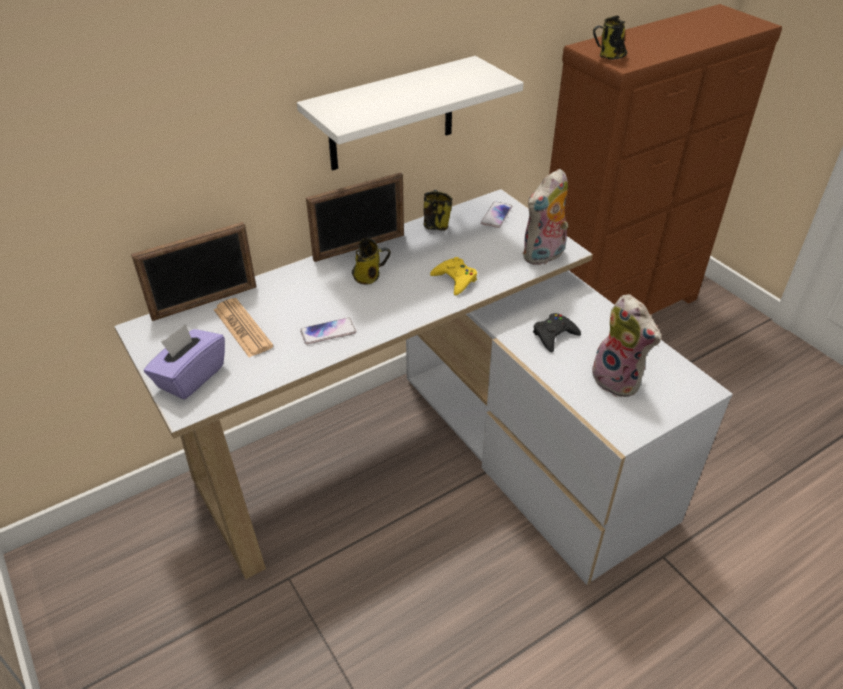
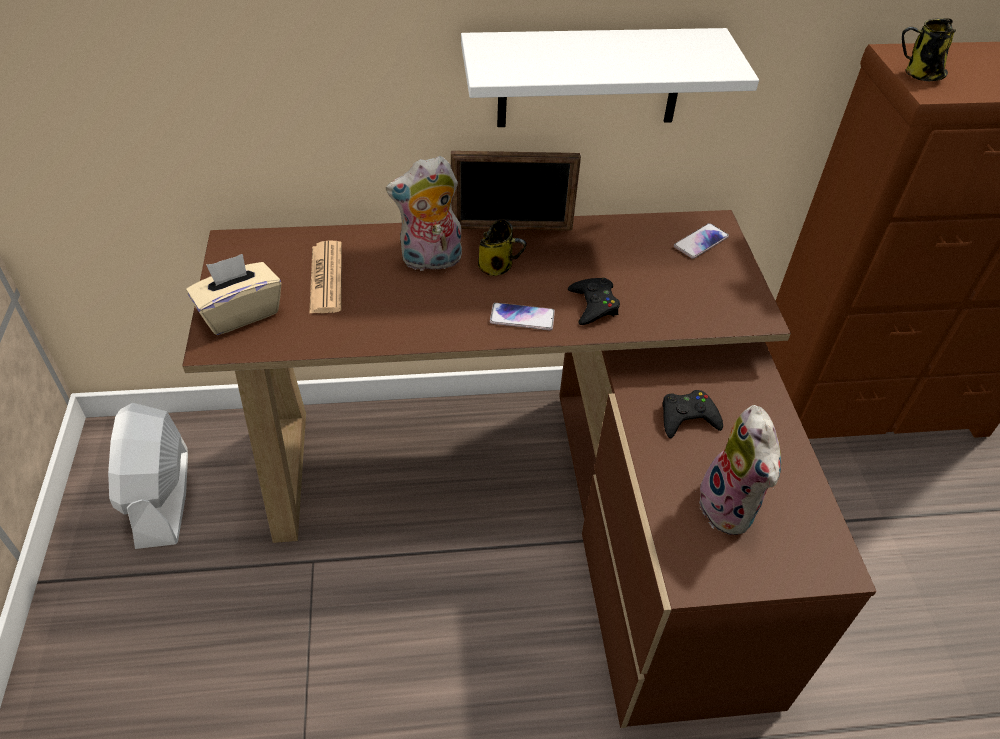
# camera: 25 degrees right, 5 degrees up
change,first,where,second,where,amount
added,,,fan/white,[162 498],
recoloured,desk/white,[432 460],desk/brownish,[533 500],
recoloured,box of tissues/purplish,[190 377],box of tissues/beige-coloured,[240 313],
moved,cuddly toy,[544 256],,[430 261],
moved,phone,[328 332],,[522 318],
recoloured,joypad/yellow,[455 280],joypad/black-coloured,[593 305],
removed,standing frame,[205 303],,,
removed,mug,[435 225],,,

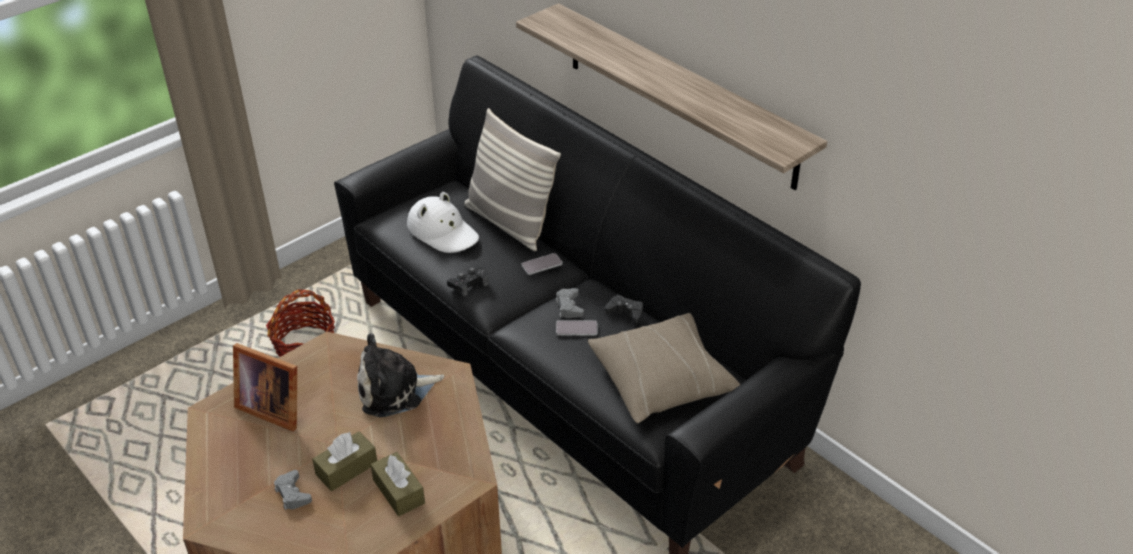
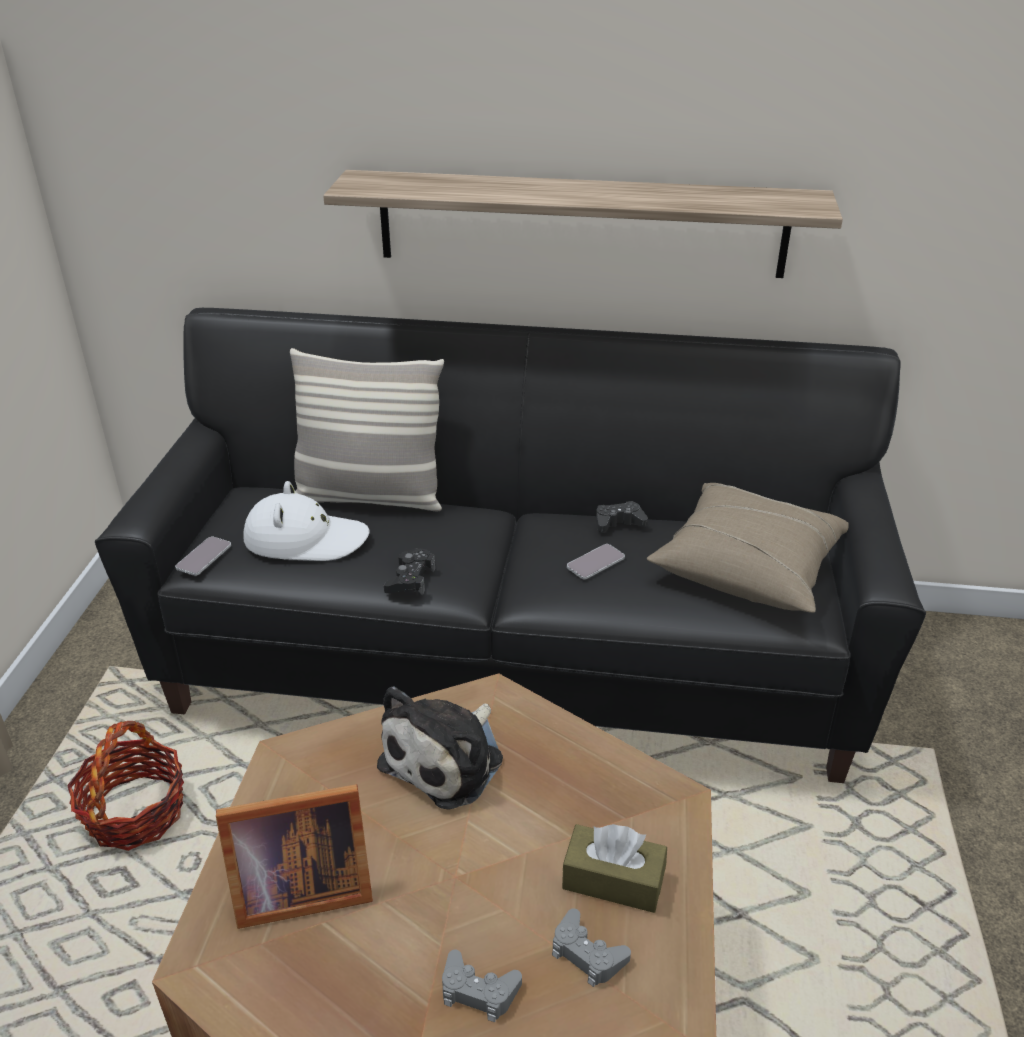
# camera: 40 degrees left, 5 degrees down
change,first,where,second,where,amount
moved,phone,[541 264],,[204 557],
moved,joypad/gray,[569 307],,[587 954],
removed,box of tissues/brownish,[346 469],,,

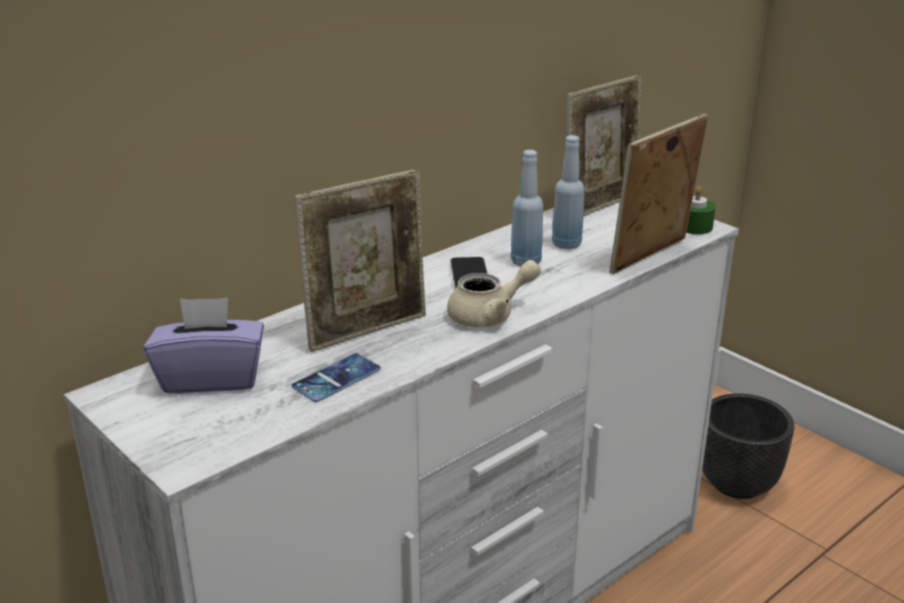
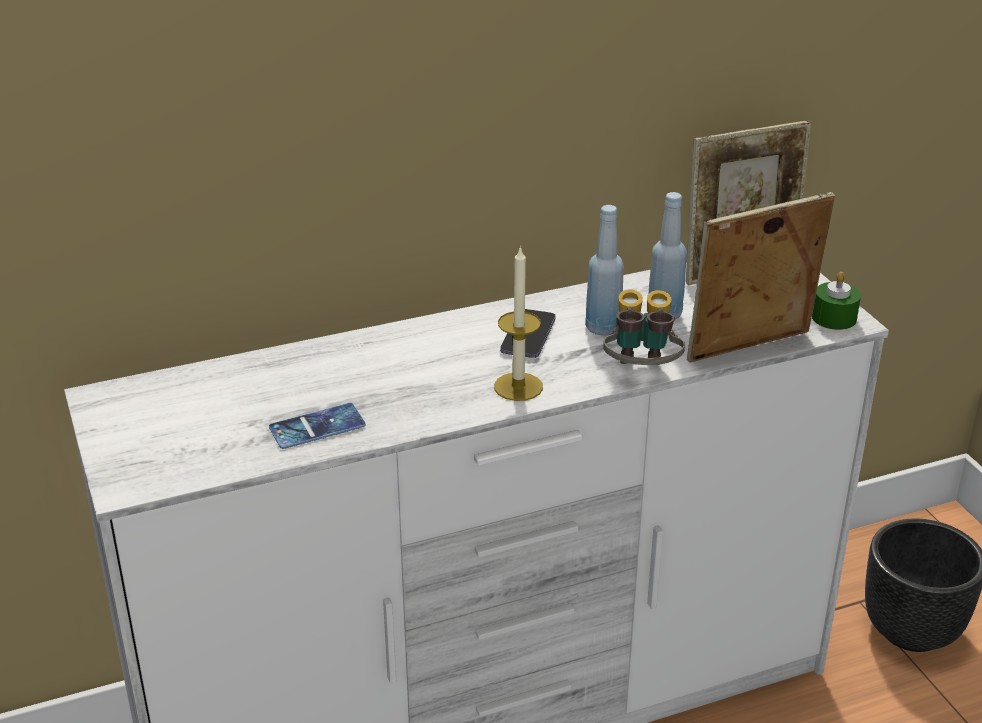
# camera: 20 degrees right, 5 degrees up
change,first,where,second,where,amount
replaced,teapot/beige-coloured,[490 315],candle,[518 386],
added,,,binoculars,[640 374],
removed,box of tissues/purplish,[211 378],,,
removed,standing frame,[367 330],,,

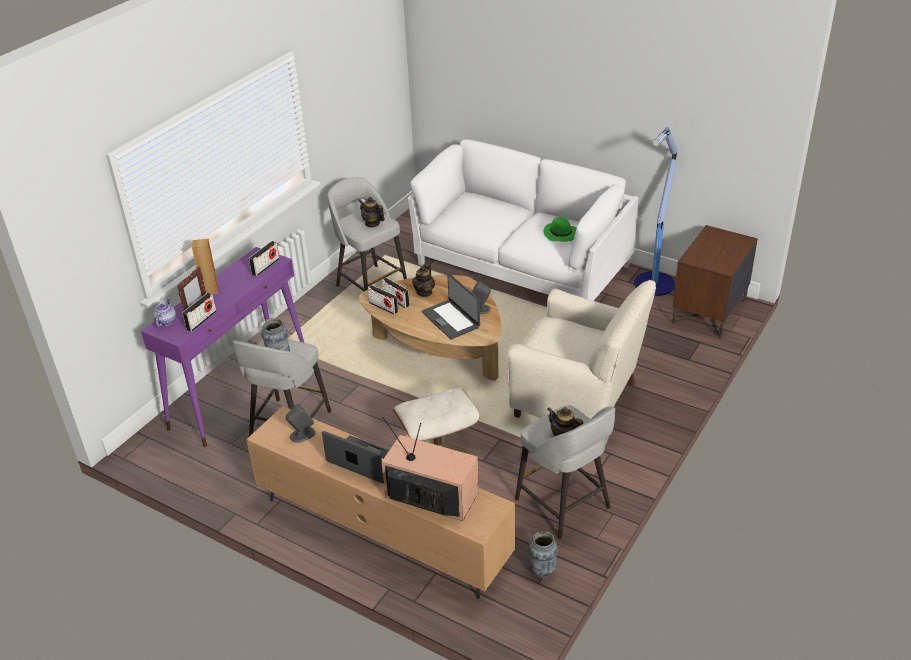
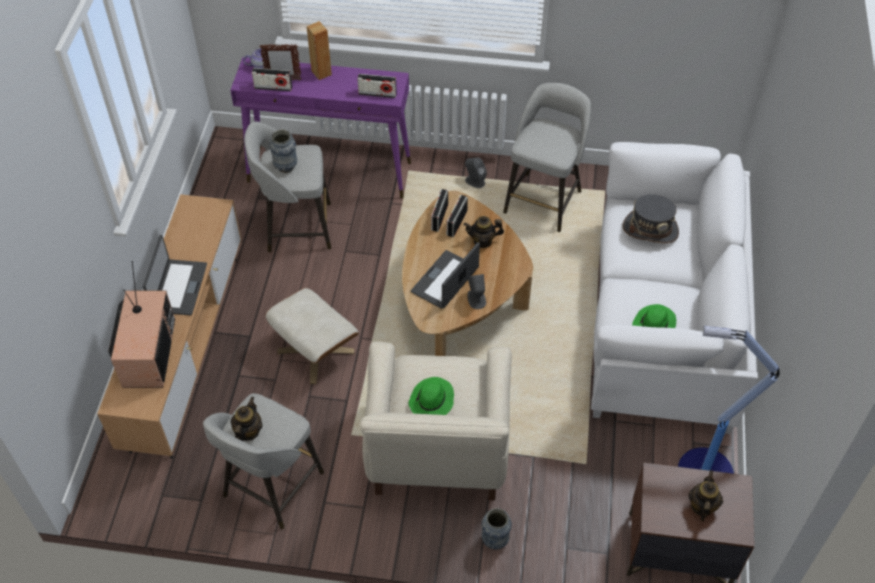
# camera: 65 degrees right, 15 degrees up
change,first,where,second,where,amount
added,,,wearable hat/green-coloured,[431 401],
moved,speaker/gray,[302 435],,[474 182],
moved,vase,[542 570],,[495 540],
added,,,wearable hat/gray,[650 229],
moved,teapot,[372 223],,[702 506],

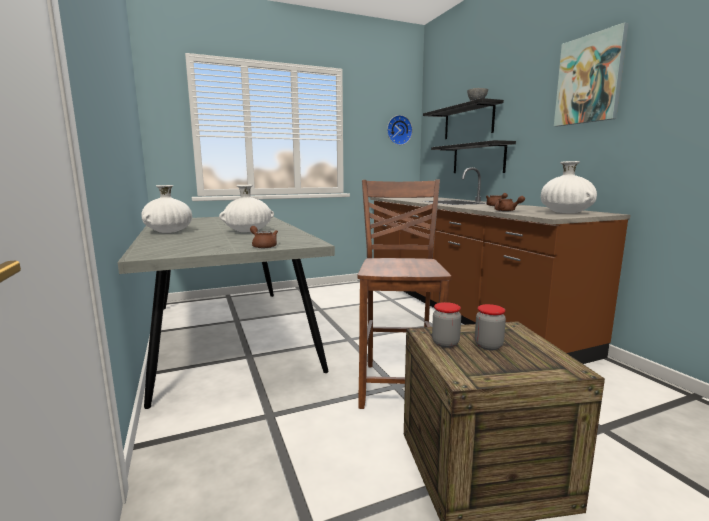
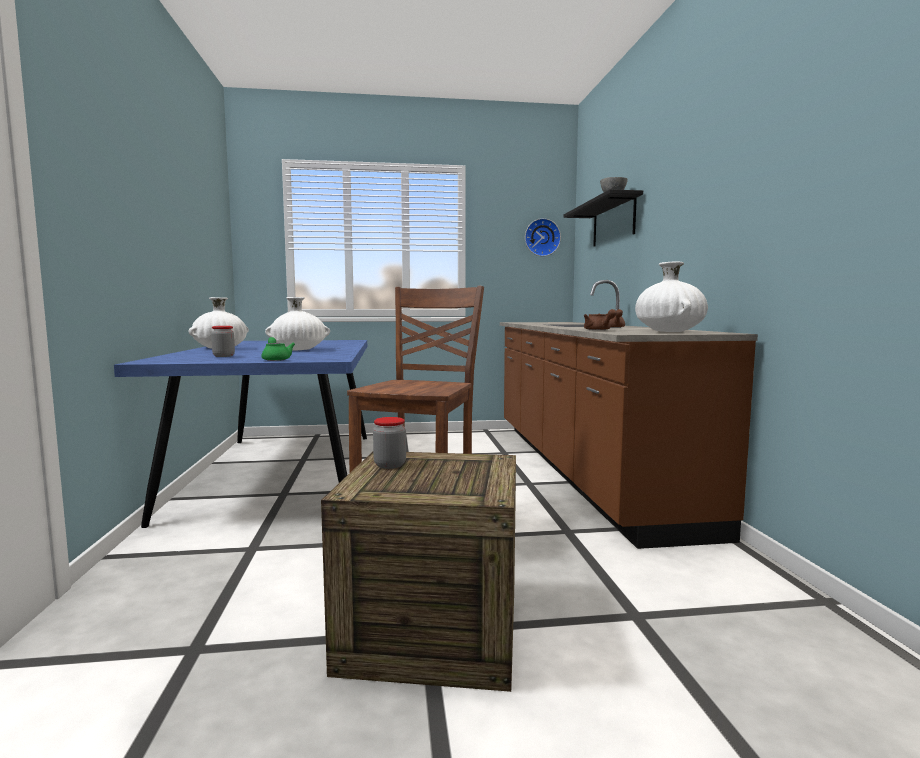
# camera: 15 degrees right, 5 degrees down
change,first,where,second,where,amount
recoloured,dinner table/gray,[230 334],dinner table/bluish,[283 472],
moved,preserve jar,[488 346],,[223 356],
recoloured,teapot/brownish,[263 246],teapot/green-coloured,[276 359],
removed,bracket shelf/black-coloured,[478 159],,,
removed,picture,[589 79],,,

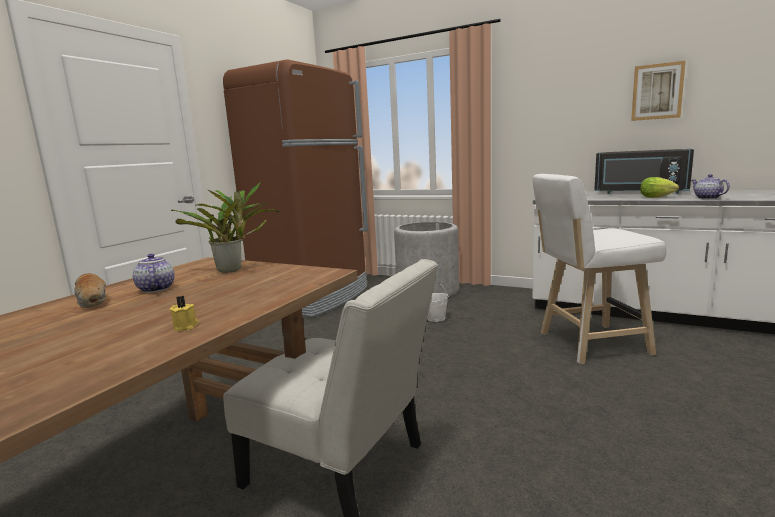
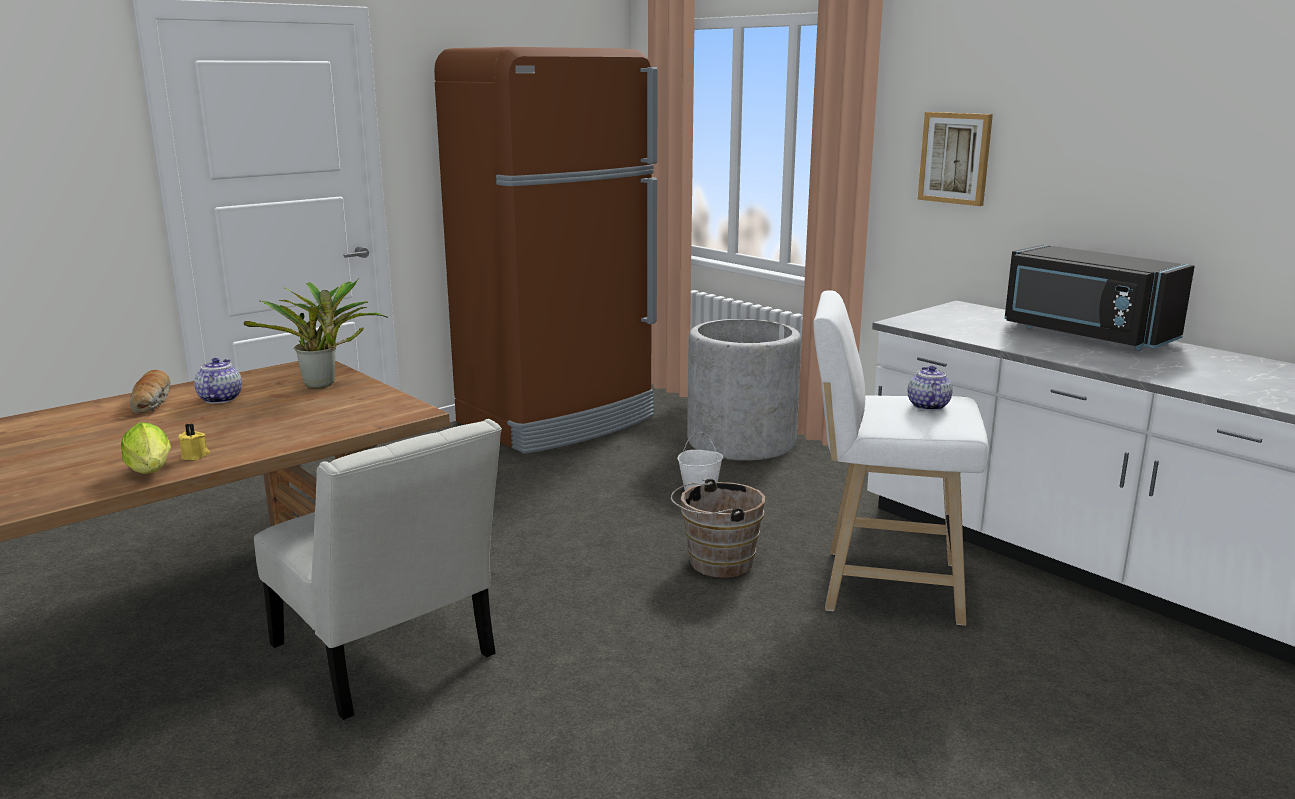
# camera: 20 degrees right, 5 degrees up
change,first,where,second,where,amount
moved,lettuce head,[658 197],,[151 473],
added,,,water bucket/brownish,[715 563],
moved,teapot,[707 198],,[927 406],
moved,picture,[657 92],,[955 158],

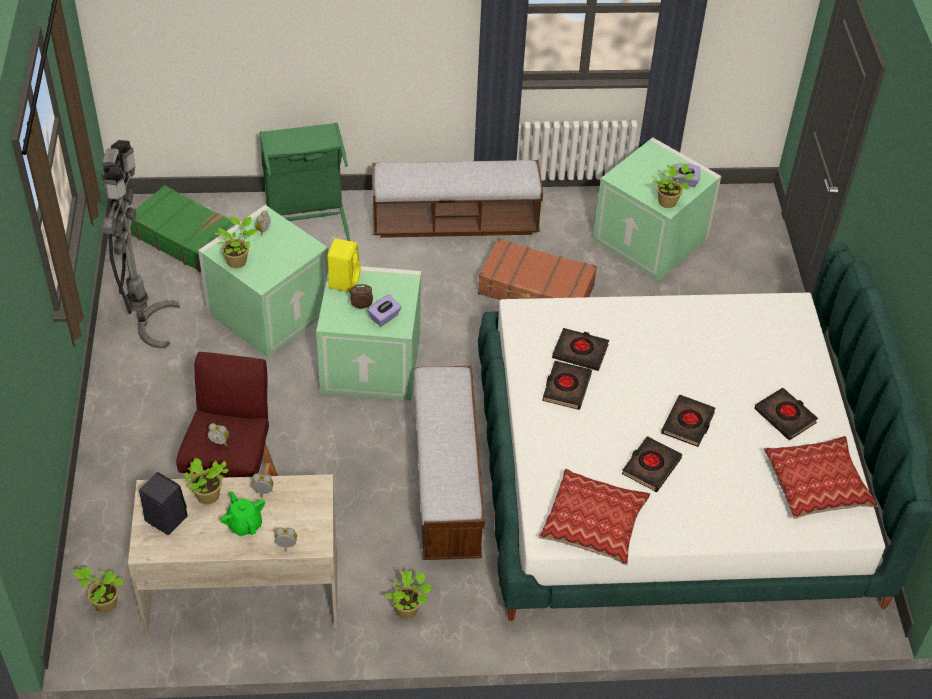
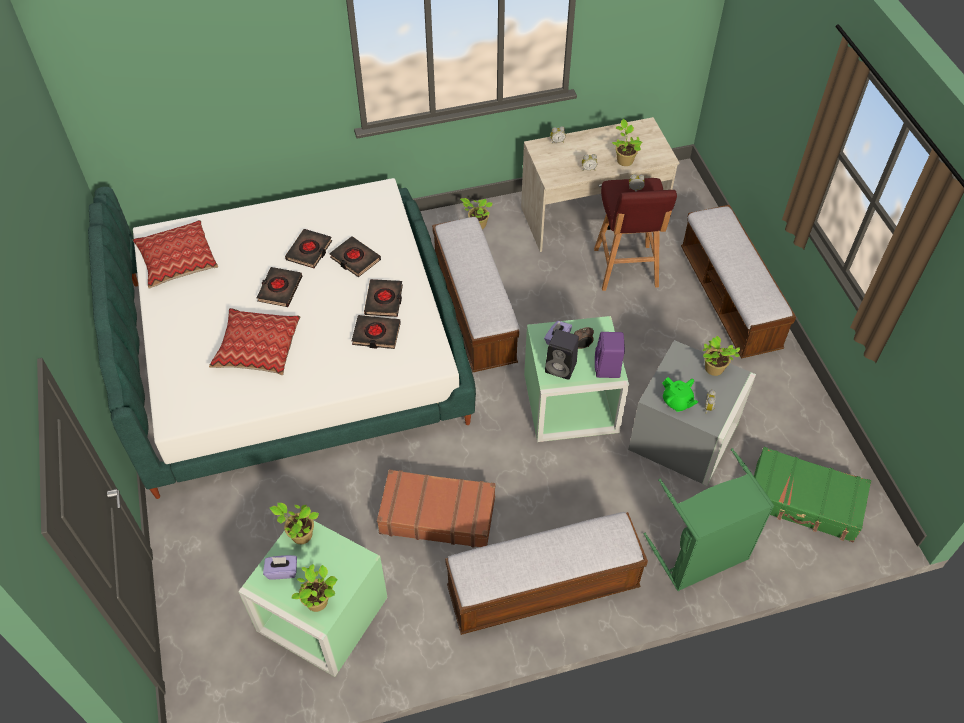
# camera: 170 degrees right, 5 degrees up
change,first,where,second,where,amount
moved,throw pillow,[594 524],,[257 348],
moved,potted plant,[104 603],,[319 601],
moved,bound book/black-coloured,[785 416],,[355 259],
moved,speaker/black-coloured,[164 518],,[561 367],
recoloured,speaker/yellow,[344 280],speaker/purplish,[607 368],
recoloured,storage container/green-coloured,[269 309],storage container/gray,[684 437],
moved,teapot/green-coloured,[244 524],,[677 402],
added,,,long seat,[728 299],
removed,standing lamp/gray,[146 323],,,

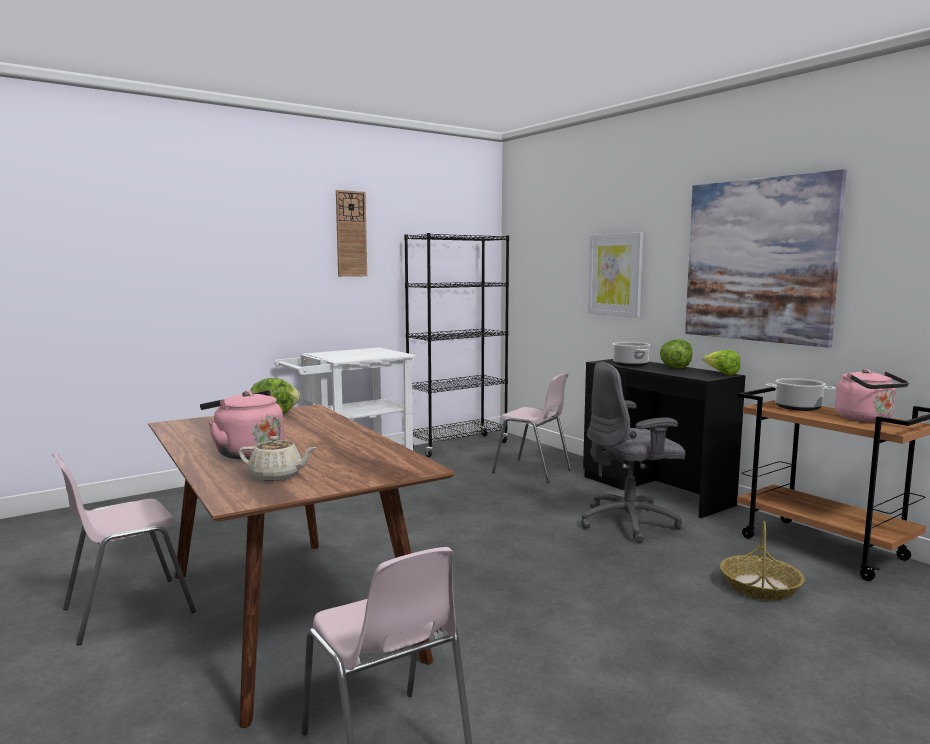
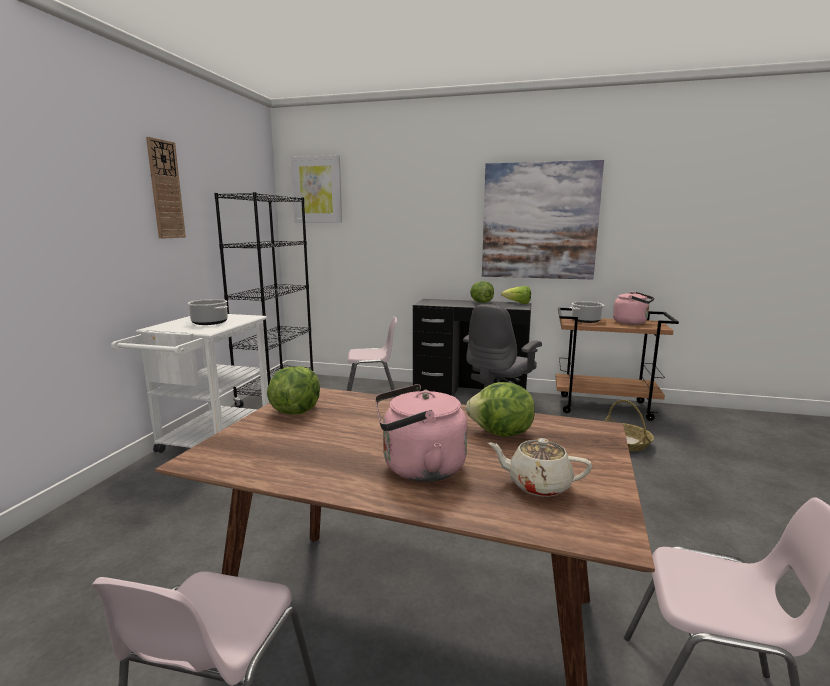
# camera: 40 degrees left, 5 degrees up
change,first,where,second,where,amount
moved,saucepot,[631 364],,[210 322],
moved,picture,[615 274],,[317 190],
added,,,lettuce head,[501 434],
turned,teapot/beige-coloured,[277 476],,[537 485],135 degrees counterclockwise

